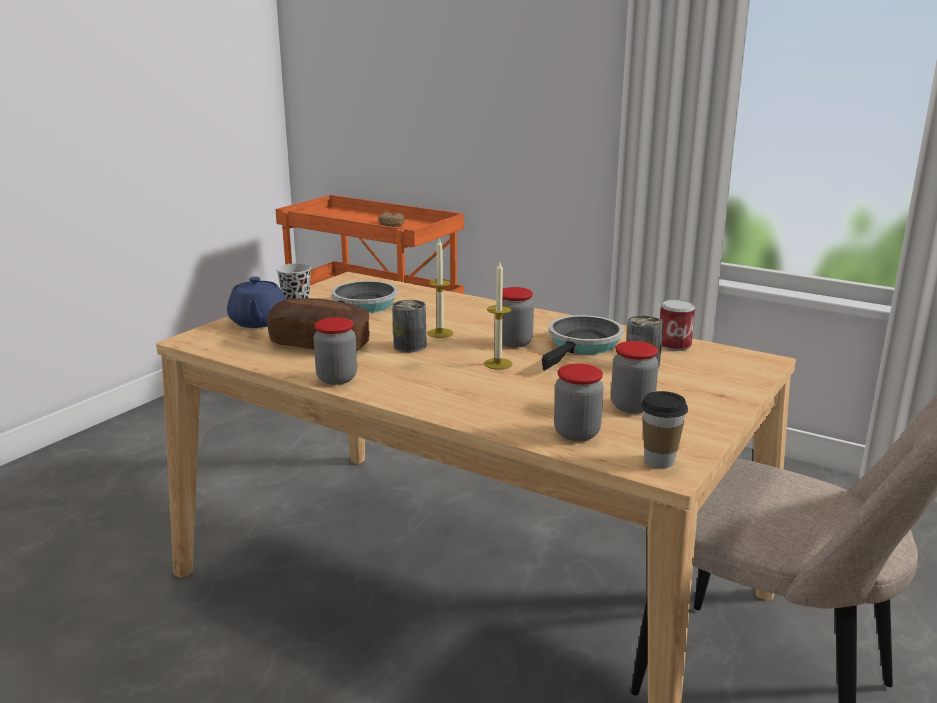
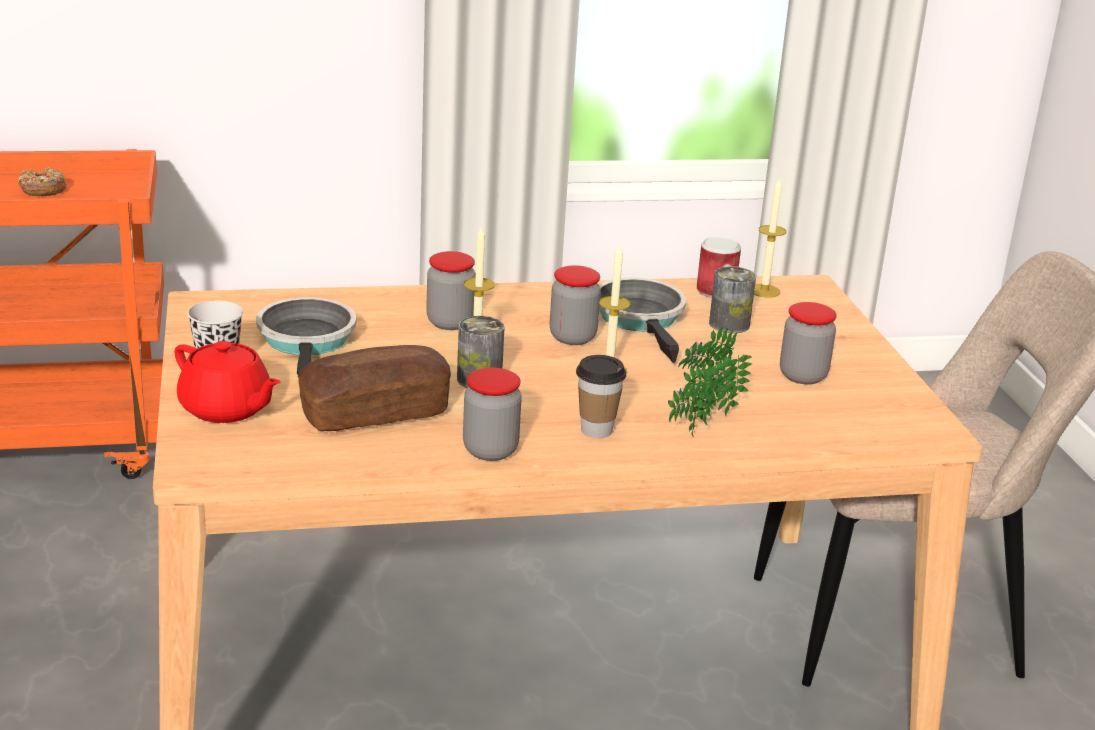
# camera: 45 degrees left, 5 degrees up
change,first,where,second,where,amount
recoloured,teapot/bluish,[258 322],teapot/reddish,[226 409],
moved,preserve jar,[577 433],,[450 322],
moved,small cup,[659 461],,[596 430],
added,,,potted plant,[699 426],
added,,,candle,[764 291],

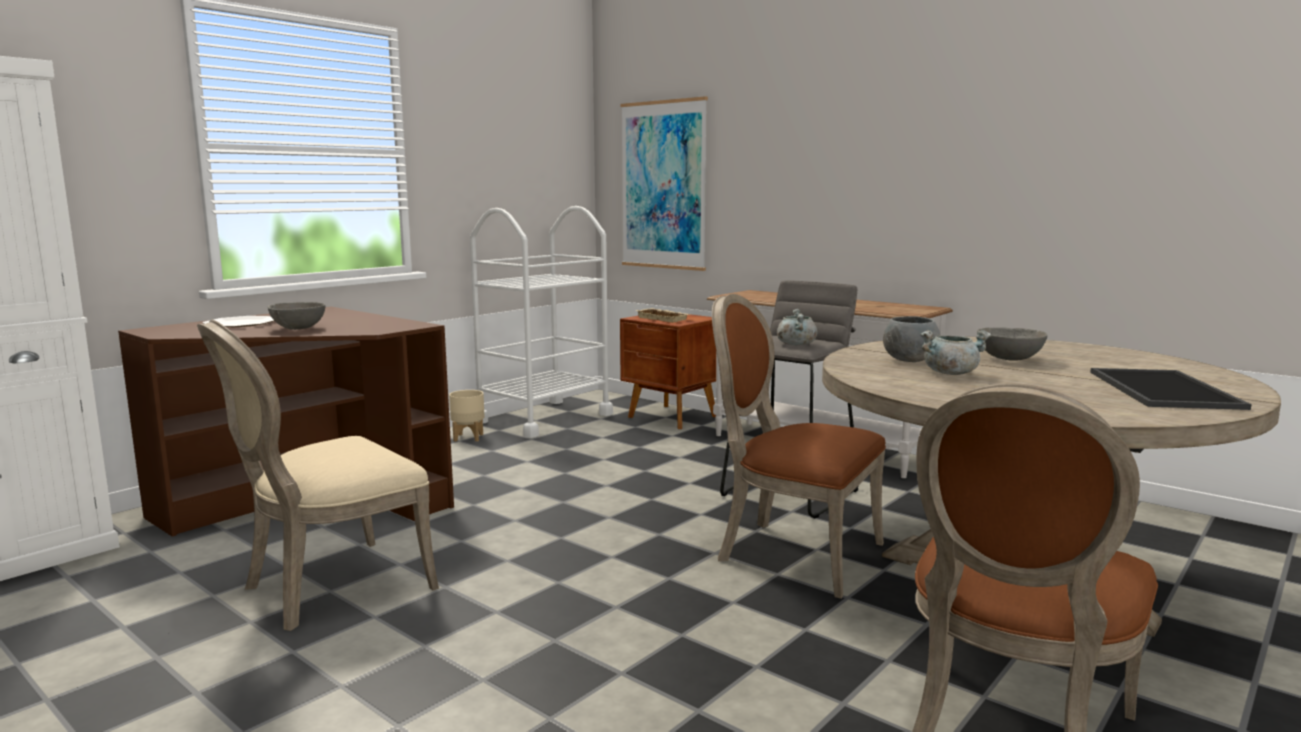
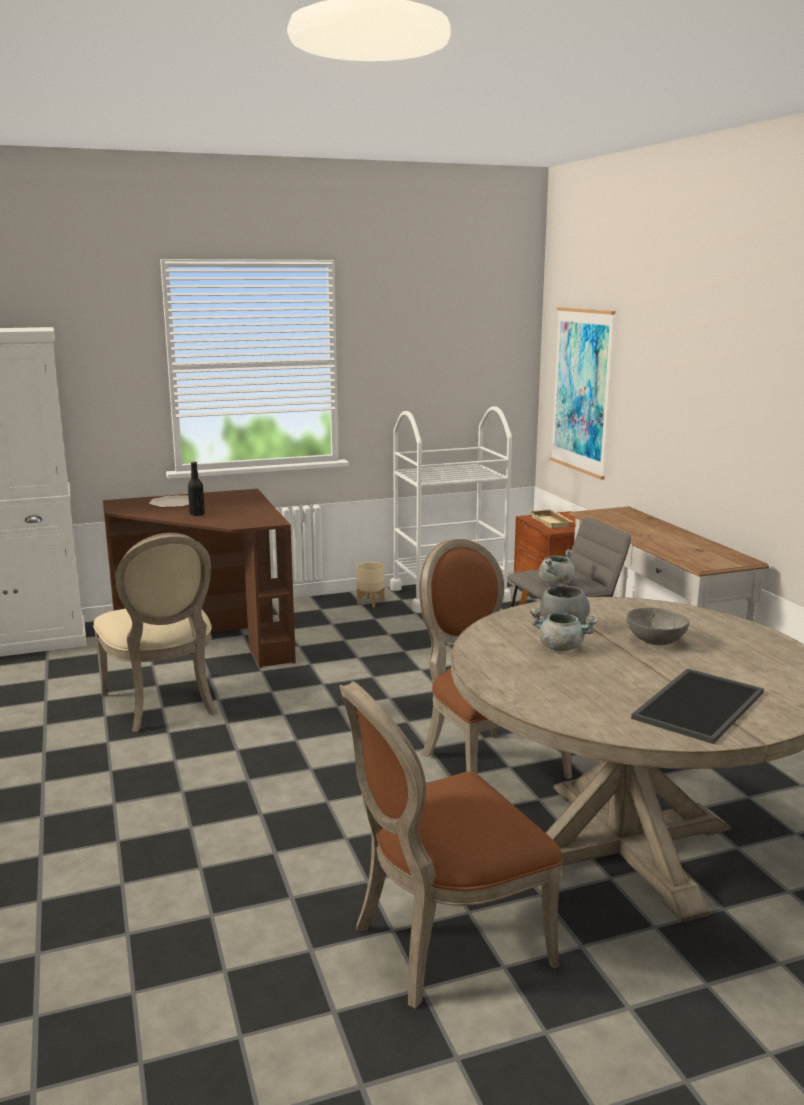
# camera: 30 degrees right, 5 degrees up
change,first,where,second,where,amount
turned,chair/beige-coloured,[331 587],,[164 705],105 degrees counterclockwise
replaced,serving bowl/gray,[298 329],drink bottle/black-coloured,[197 514],

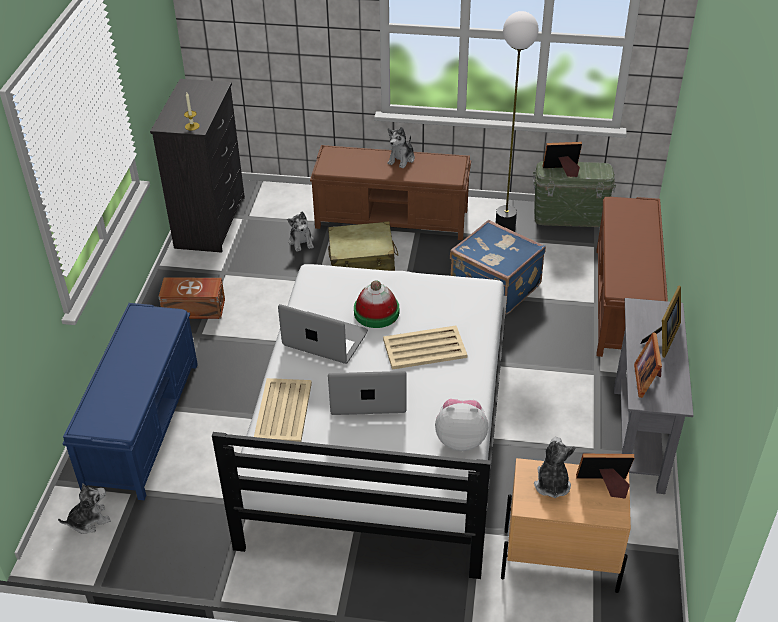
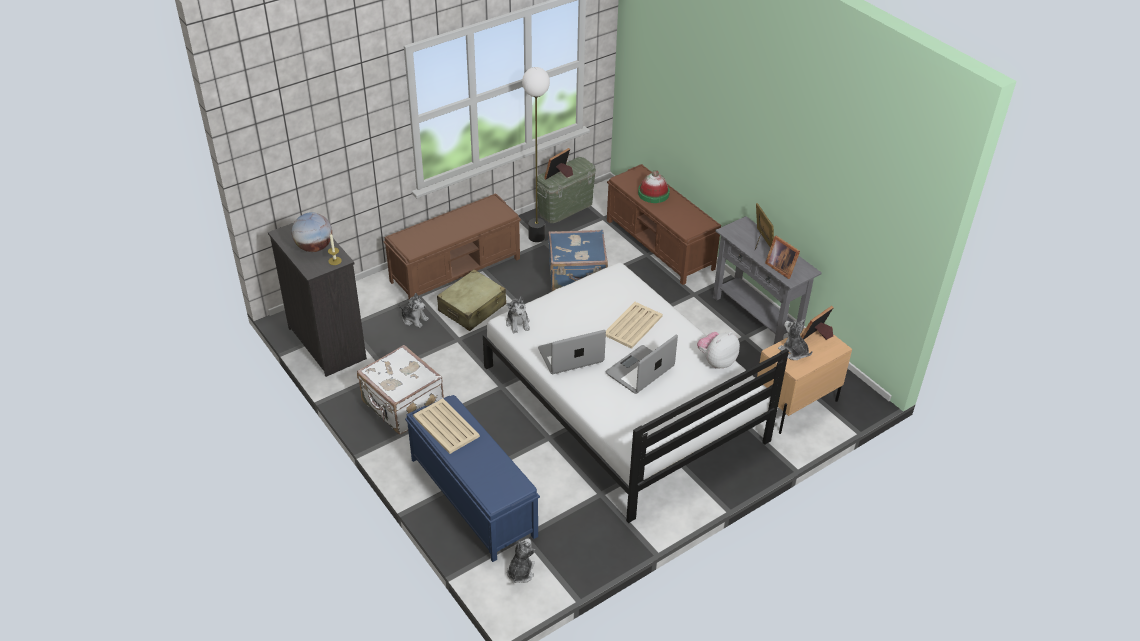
# camera: 45 degrees left, 0 degrees up
change,first,where,second,where,amount
added,,,globe,[314 247],
replaced,storage container/brownish,[195 309],suitcase/white,[402 406],
moved,tray/beige-coloured,[283 412],,[446 427],
moved,cuddly toy,[401 159],,[518 323],
moved,wearable hat,[376 312],,[653 193],

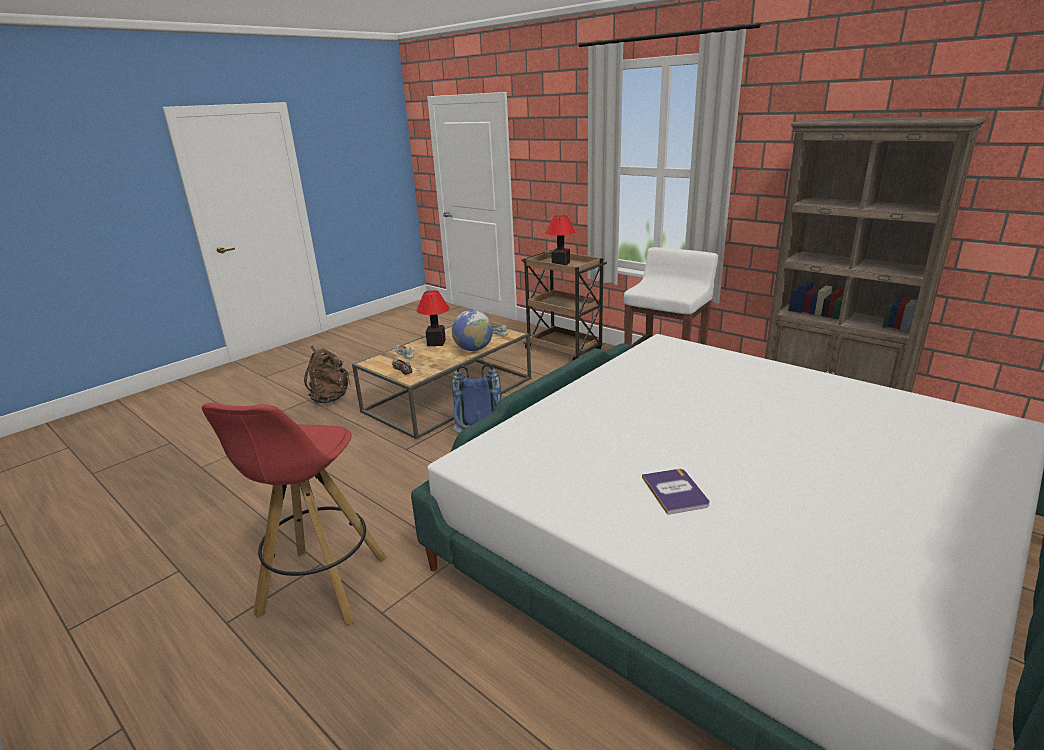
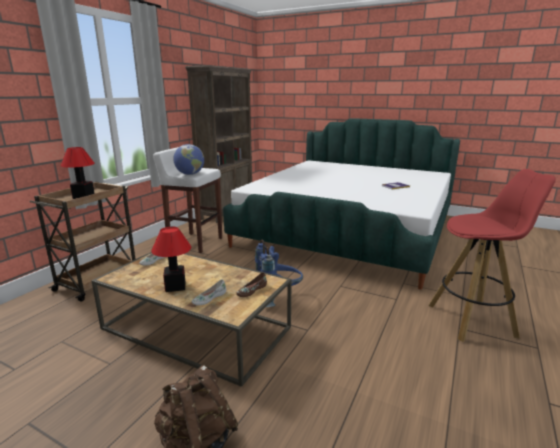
# camera: 105 degrees left, 5 degrees down
change,first,where,second,where,amount
moved,globe,[473 349],,[190 174],

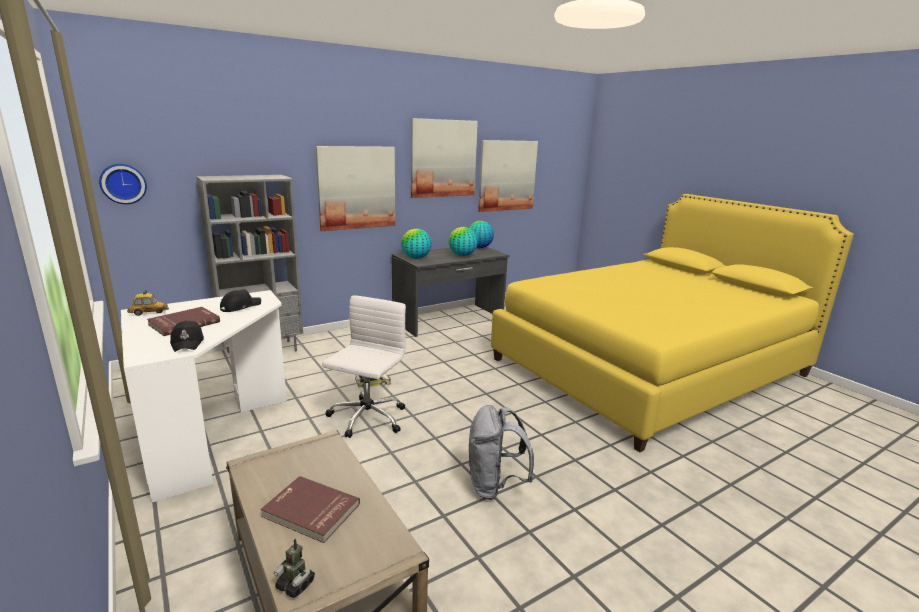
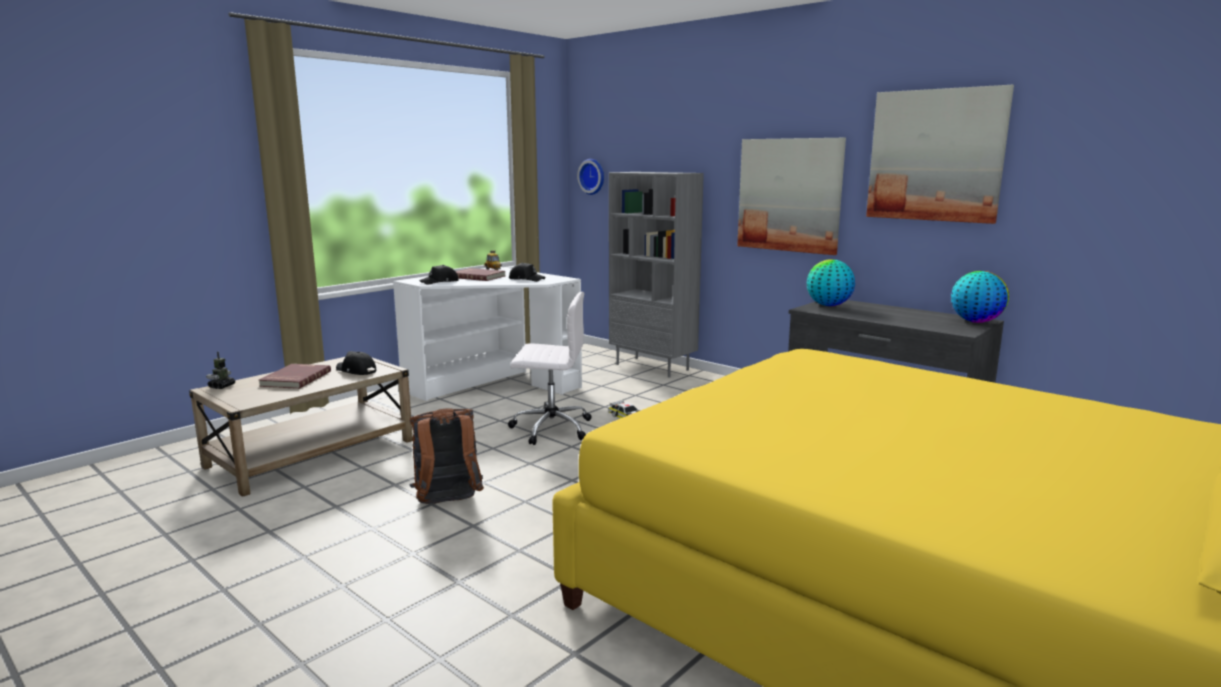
# camera: 75 degrees right, 5 degrees down
change,first,where,second,where,amount
added,,,peaked cap/black-coloured,[356 371],
recoloured,rucksack/gray,[495 486],rucksack/brownish,[447 503],
removed,globe,[462 255],,,
removed,picture,[507 175],,,

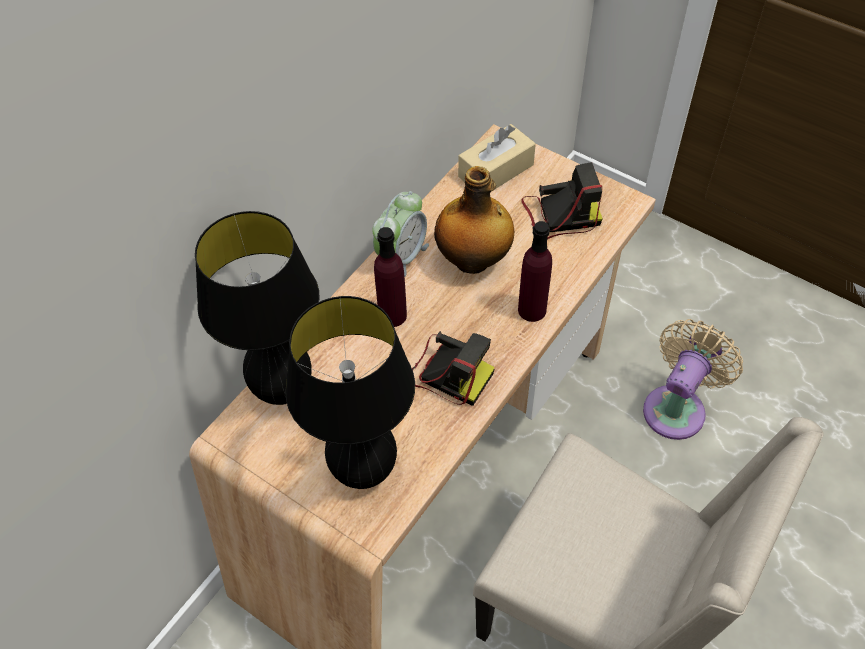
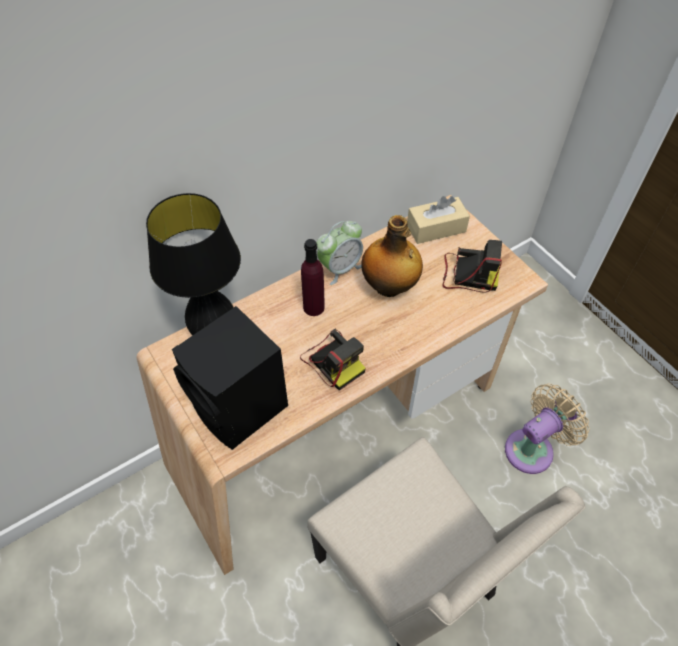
# camera: 20 degrees right, 0 degrees up
change,first,where,second,where,amount
replaced,lamp for a table/black-coloured,[364 471],speaker/black-coloured,[241 409],
removed,drink bottle/purplish,[532 310],,,

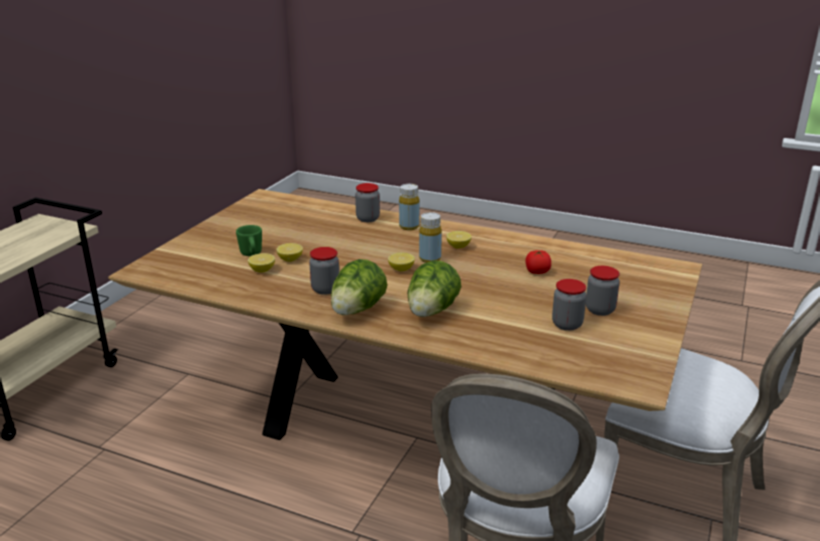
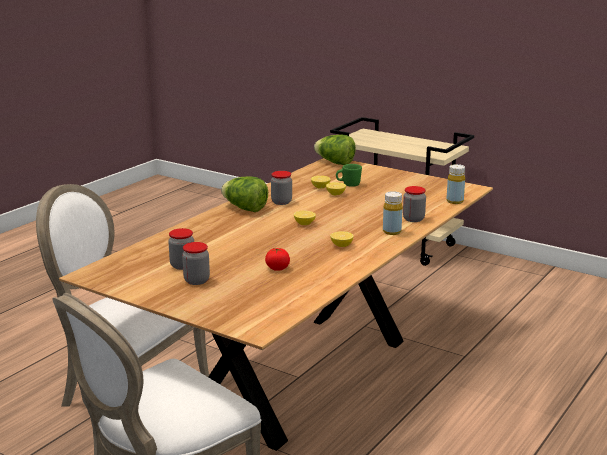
# camera: 100 degrees right, 5 degrees down
change,first,where,second,where,amount
moved,lettuce head,[431 312],,[335 163],
moved,drink bottle/yellow,[430 259],,[454 201],

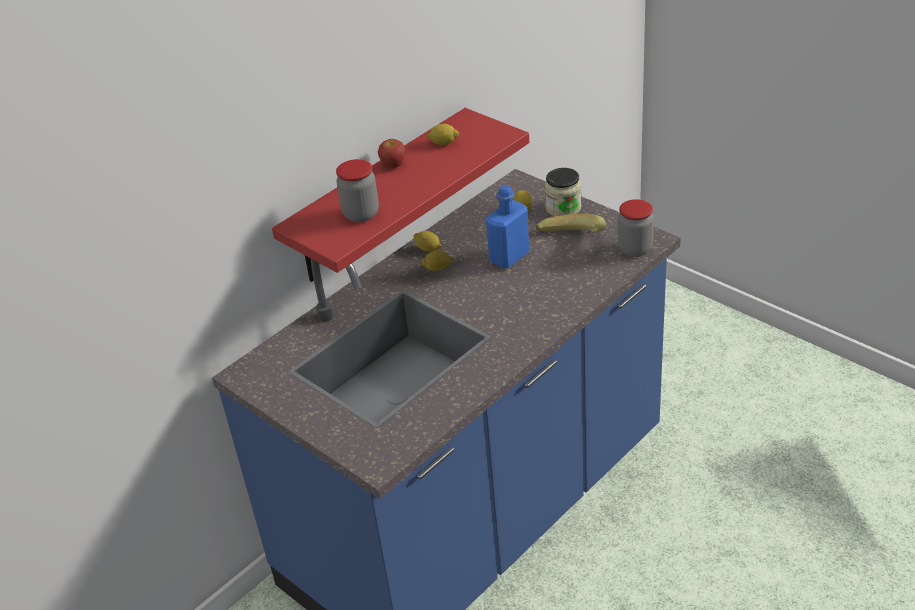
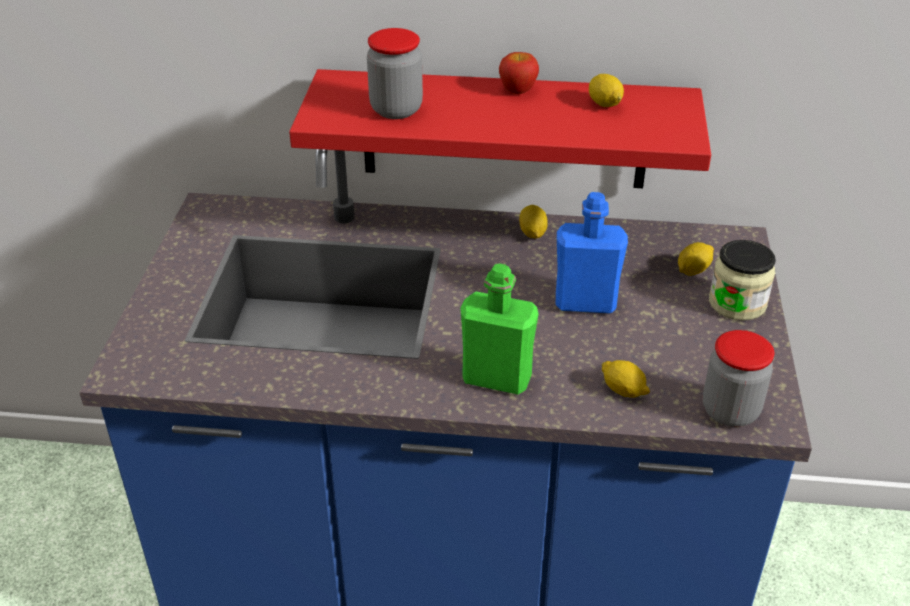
# camera: 50 degrees right, 0 degrees up
change,first,where,second,where,amount
added,,,drink bottle/green-coloured,[497 378],
moved,lemon,[437 268],,[623 390],
removed,whole banana,[572 243],,,

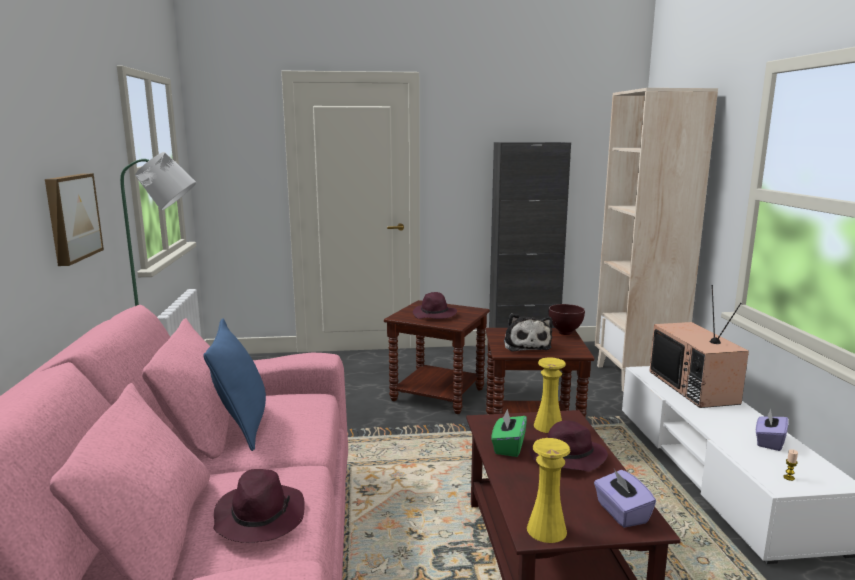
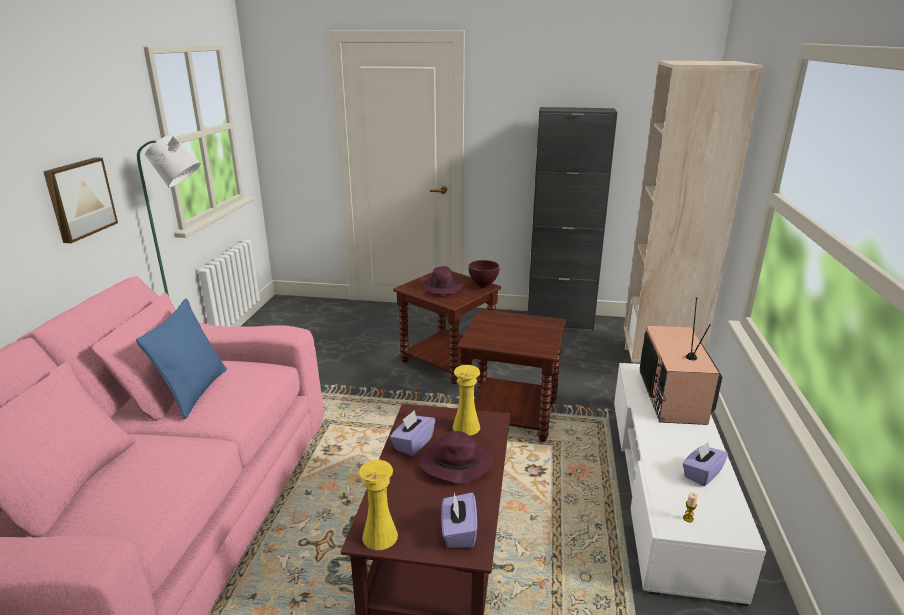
# camera: 15 degrees right, 10 degrees up
change,first,where,second,where,amount
recoloured,box of tissues/green-coloured,[508 447],box of tissues/purplish,[413 444],
moved,serving bowl/brownish,[565 333],,[483 286],
removed,wearable hat/purplish,[259 517],,,
removed,cuddly toy,[526 345],,,

